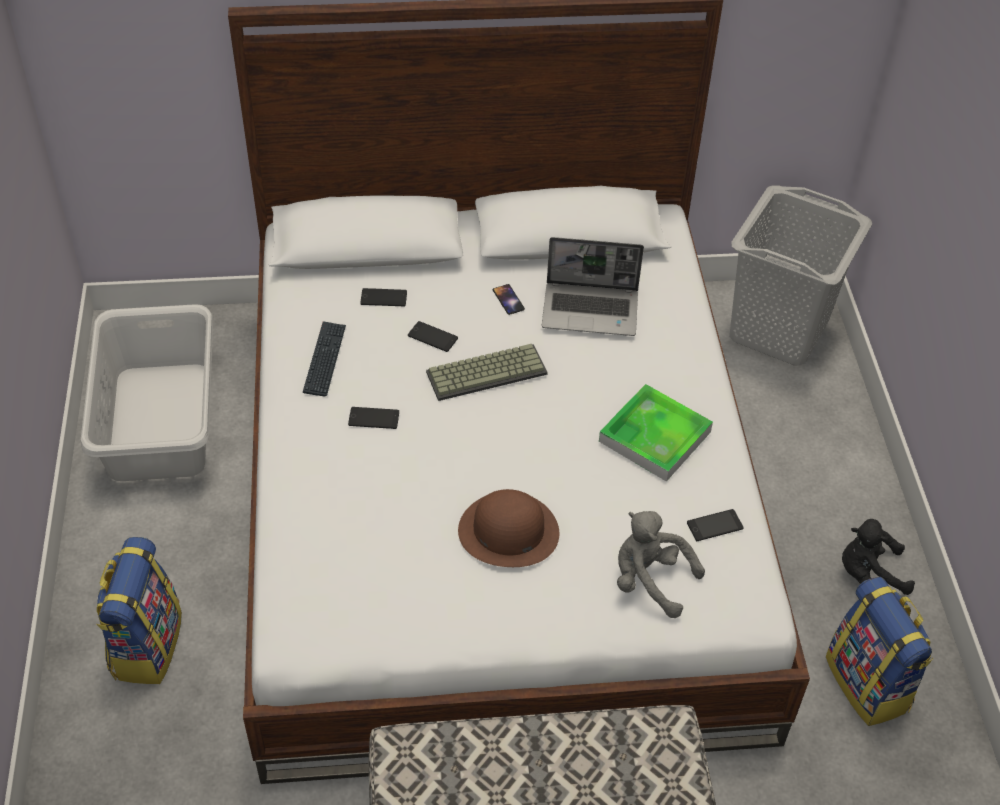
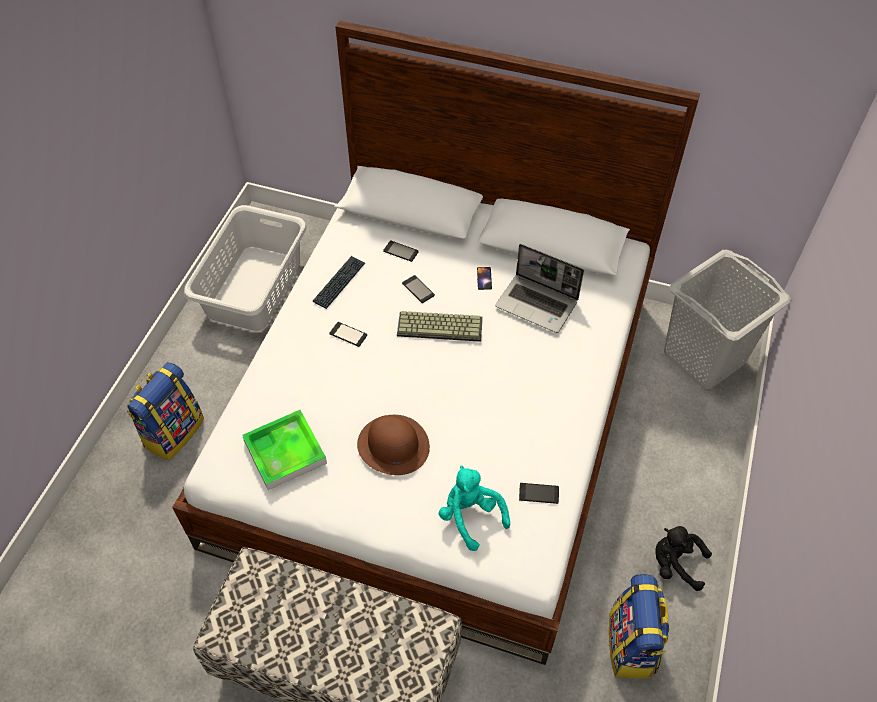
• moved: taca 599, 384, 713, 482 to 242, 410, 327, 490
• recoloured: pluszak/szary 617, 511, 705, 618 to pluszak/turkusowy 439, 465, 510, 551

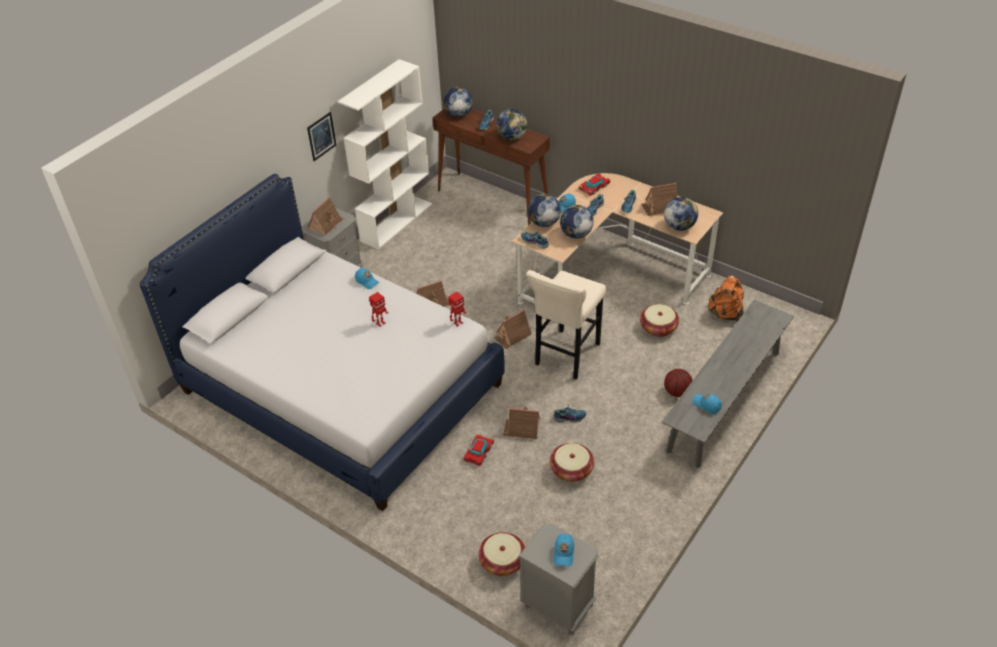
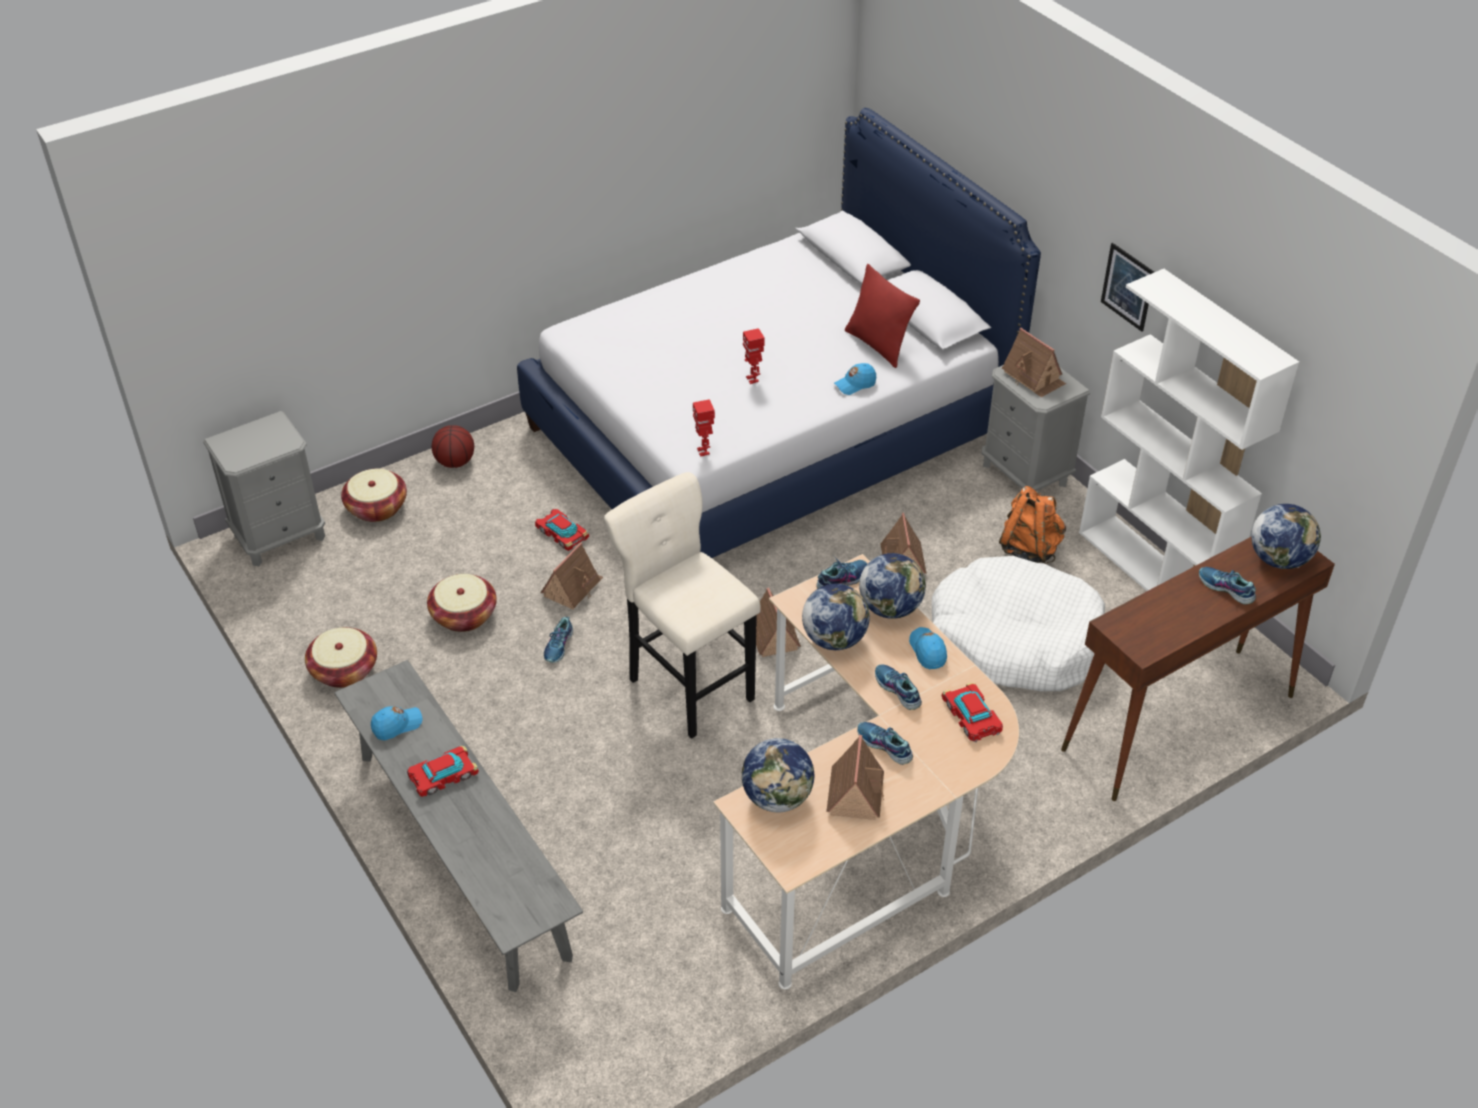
• removed: globus 496, 109, 527, 140
• moved: plecak/pomarańczowy 708, 276, 744, 322 to 999, 486, 1066, 564
• moved: koszyk 640, 304, 679, 337 to 305, 627, 377, 688
• moved: piłka do koszykówki 664, 369, 693, 397 to 432, 425, 474, 468
• removed: czapka z daszkiem/niebieski 554, 534, 574, 566
• added: poduszka/czerwony 845, 264, 920, 368
• added: legowisko/biały 932, 556, 1105, 691
• added: samochodzik 407, 746, 479, 797

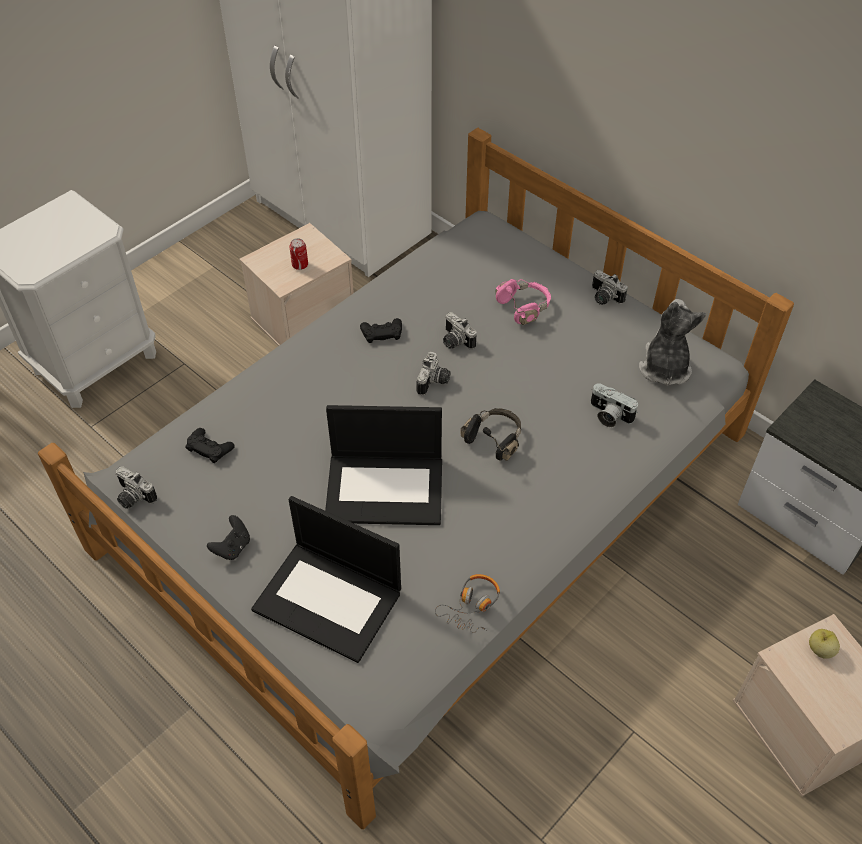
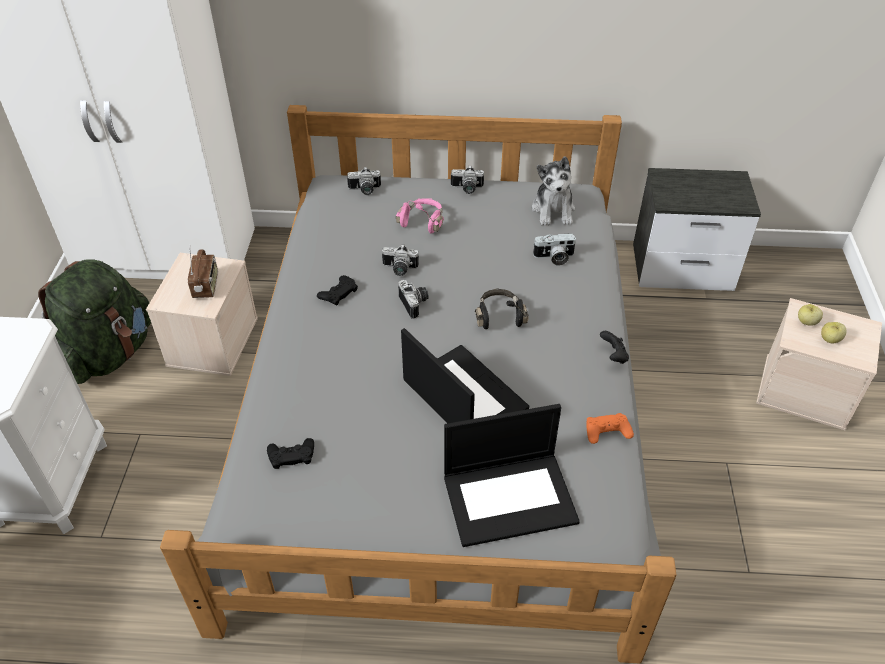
• replaced: puszka 290, 238, 308, 270 to radio 188, 249, 218, 298
• turned: pluszak 639, 299, 706, 386 = 532, 156, 575, 226 150 degrees counterclockwise
• turned: laptop 325, 405, 442, 525 = 401, 328, 529, 423 90 degrees counterclockwise
• moved: aparat fotograficzny 116, 466, 157, 509 to 347, 167, 381, 195
• moved: pad do gier/czarny 207, 515, 250, 560 to 600, 331, 629, 364
• replaced: słuchawki 435, 574, 500, 633 to pad do gier/pomarańczowy 586, 413, 634, 444
• added: plecak/zielony 38, 259, 151, 384
• added: jabłko 821, 322, 846, 343

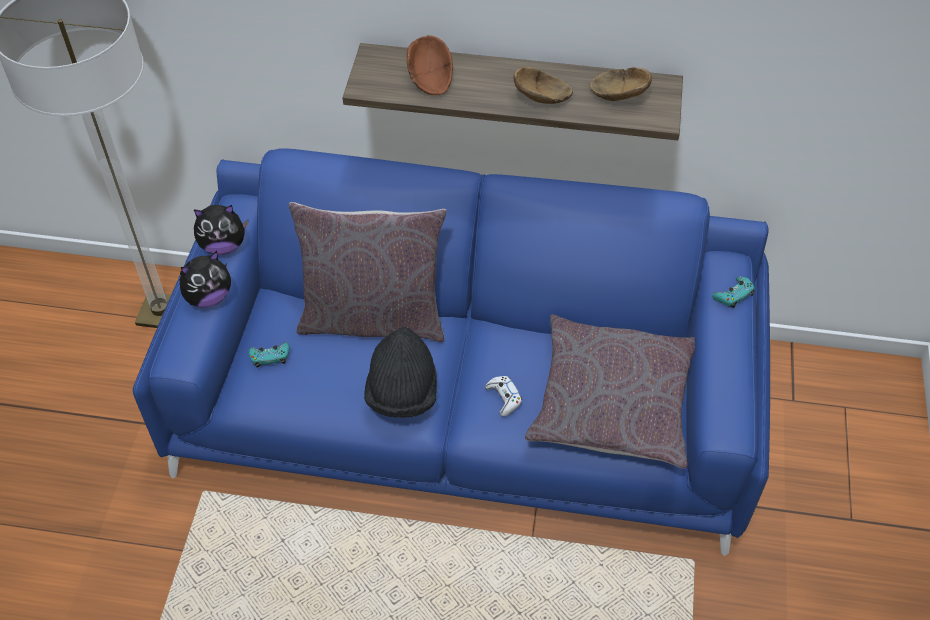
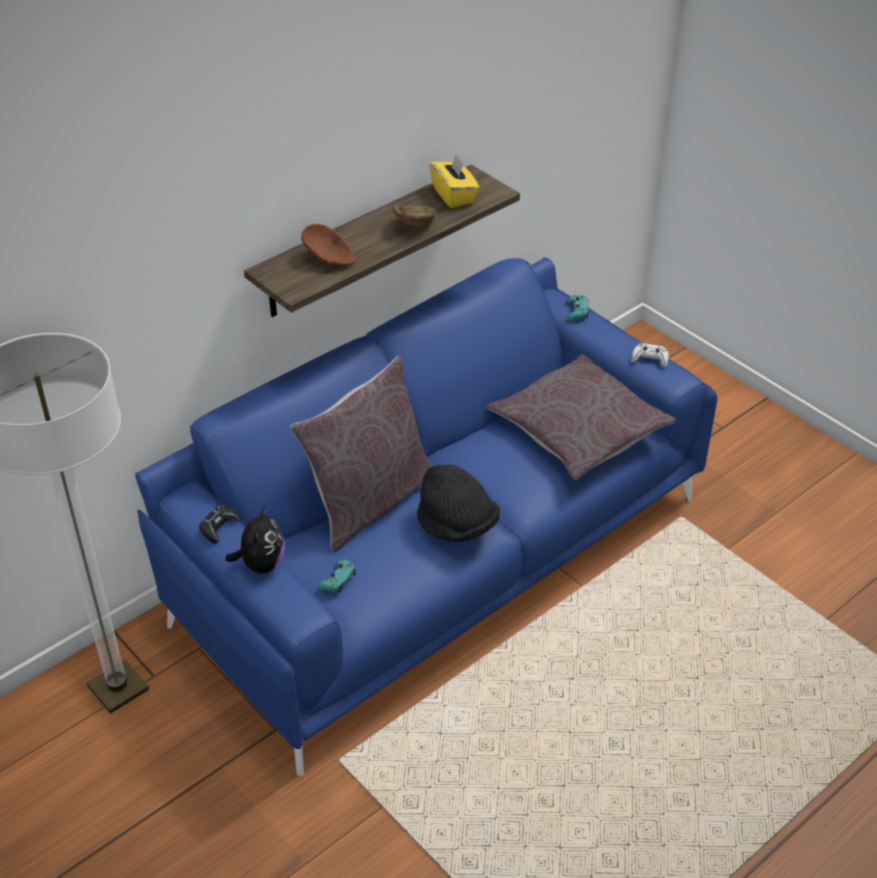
• replaced: miska/brązowy 589, 67, 652, 101 to pudełko chusteczek/żółty 429, 154, 479, 208
• replaced: pluszak 193, 205, 248, 255 to pad do gier/czarny 199, 506, 239, 544
• moved: pad do gier/biały 485, 376, 522, 417 to 631, 343, 669, 368

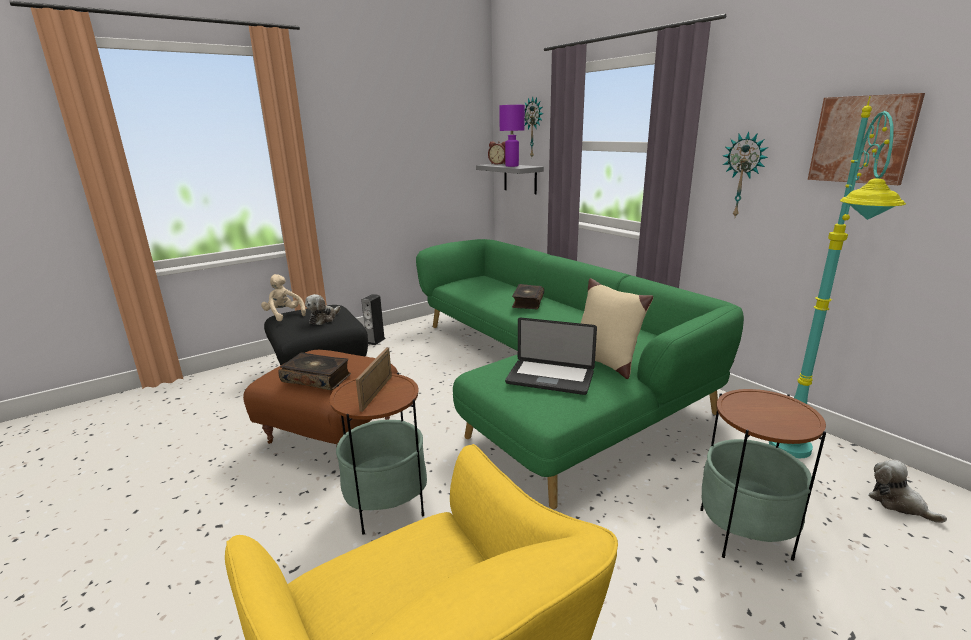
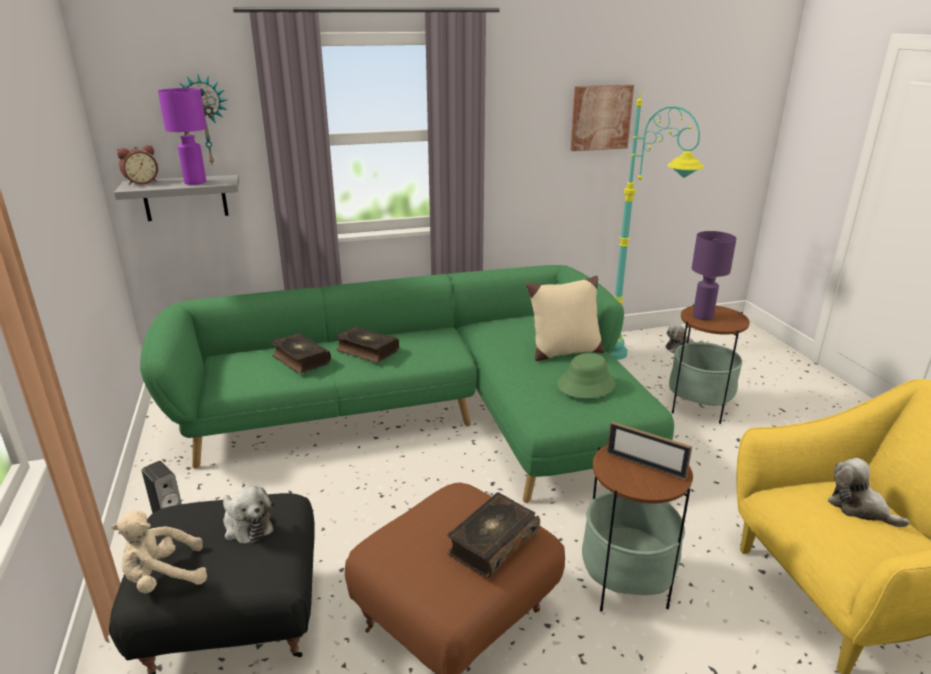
• removed: zegar ścienny 723, 131, 768, 217
• replaced: laptop 505, 318, 597, 395 to kapelusz/zielony 557, 353, 616, 398
• added: lampa stołowa/fioletowy 692, 231, 737, 320
• added: książka 271, 333, 331, 374
• added: pluszak 828, 458, 910, 527

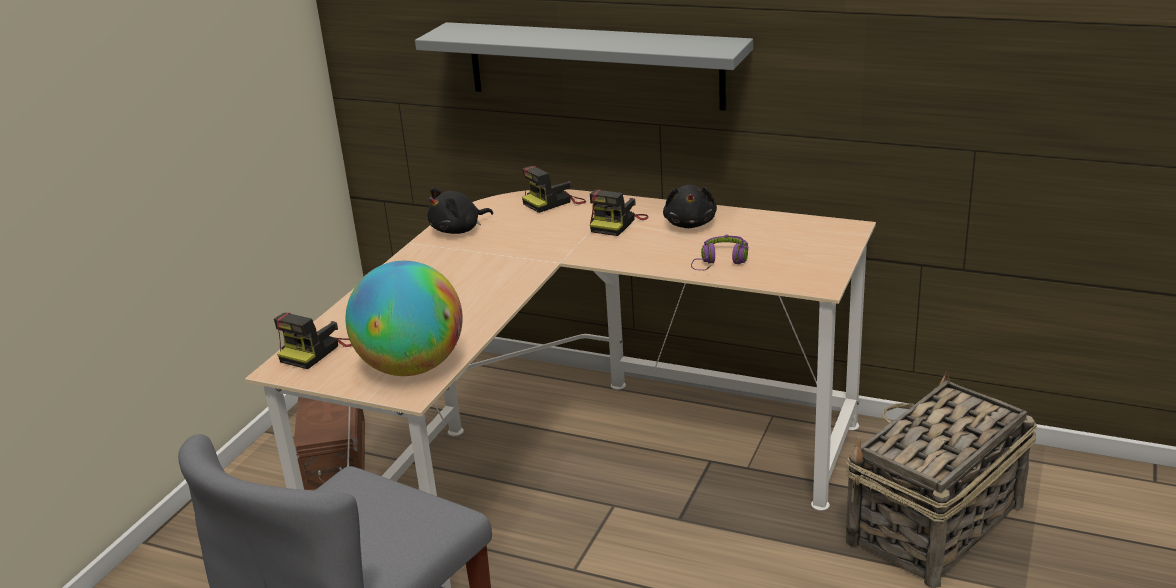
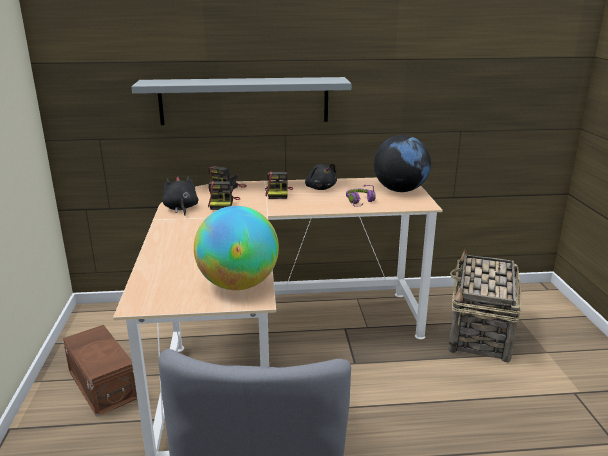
• turned: pluszak/czarny 427, 188, 493, 234 = 162, 176, 198, 216 135 degrees clockwise
• moved: aparat fotograficzny 274, 313, 352, 369 to 208, 181, 240, 210
• added: globus 374, 135, 431, 192

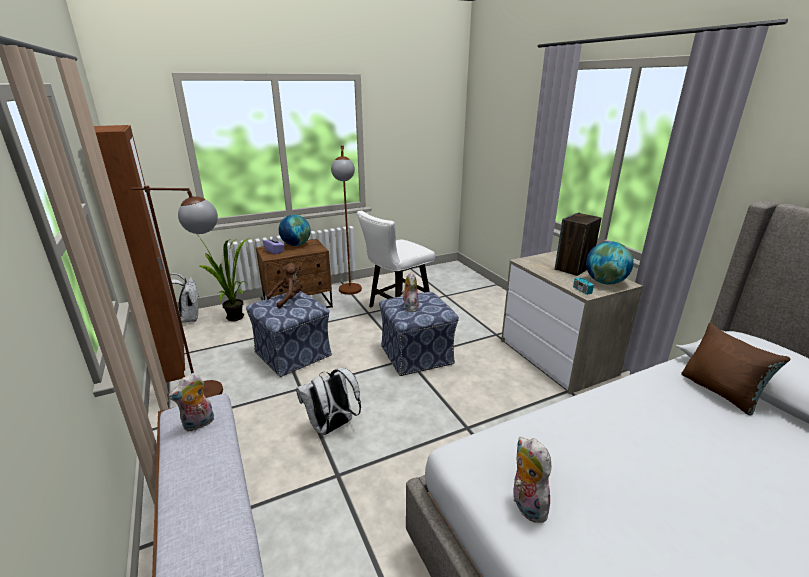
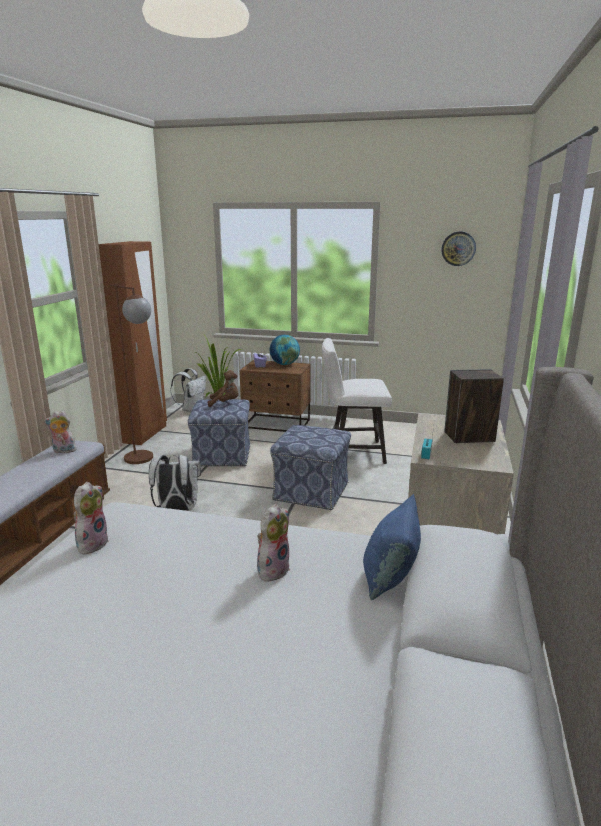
• removed: lampa stojąca/brązowy 331, 145, 362, 295
• removed: globus 586, 241, 633, 284
• moved: pluszak 401, 271, 419, 312 to 257, 504, 290, 582
• recoloured: poduszka/brązowy 681, 323, 791, 416 to poduszka/niebieski 363, 494, 421, 600
• added: zegar ścienny 442, 231, 476, 266

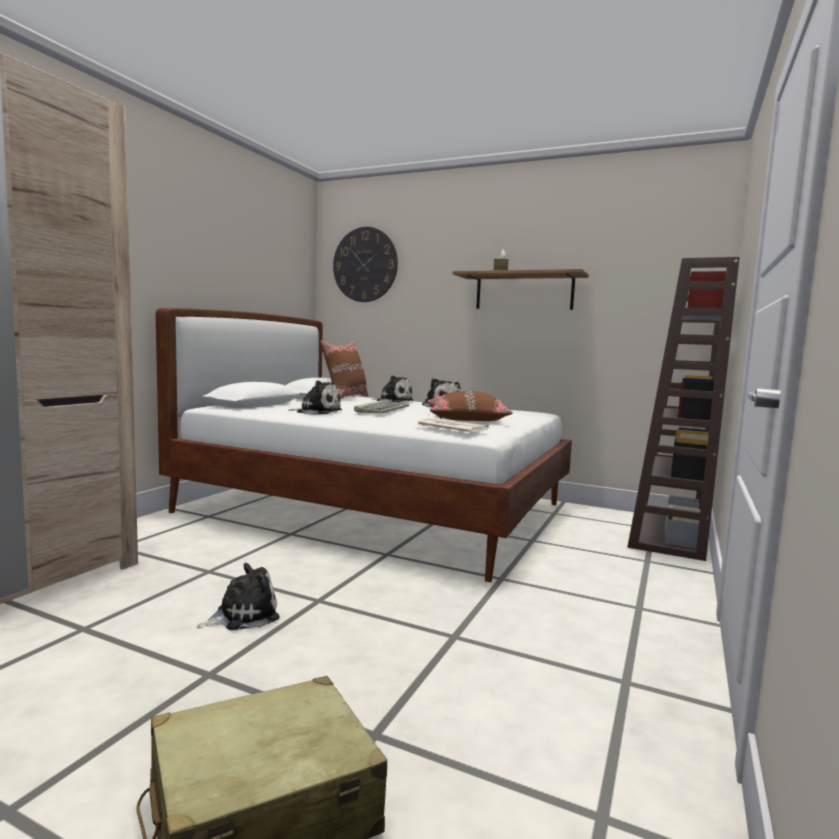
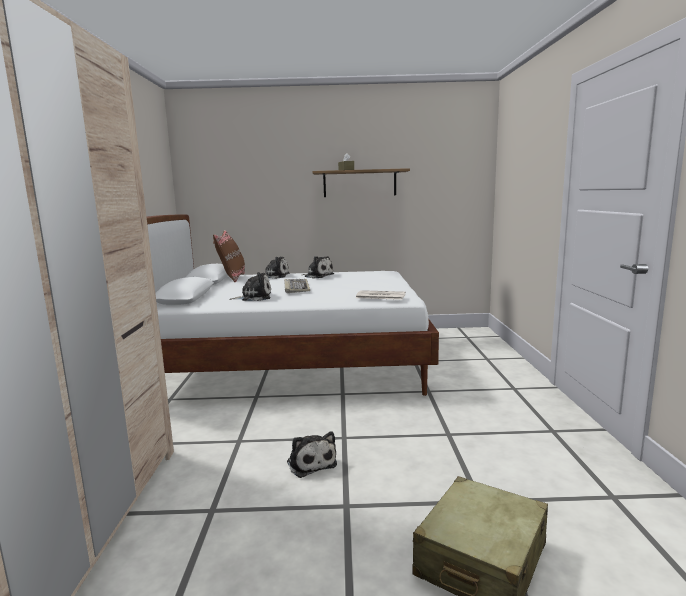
• removed: zegar ścienny 333, 227, 398, 302
• removed: regał/brązowy 627, 257, 740, 561
• removed: poduszka/brązowy 427, 391, 513, 421
• turned: pluszak 196, 563, 280, 630 = 287, 431, 337, 478 120 degrees clockwise

